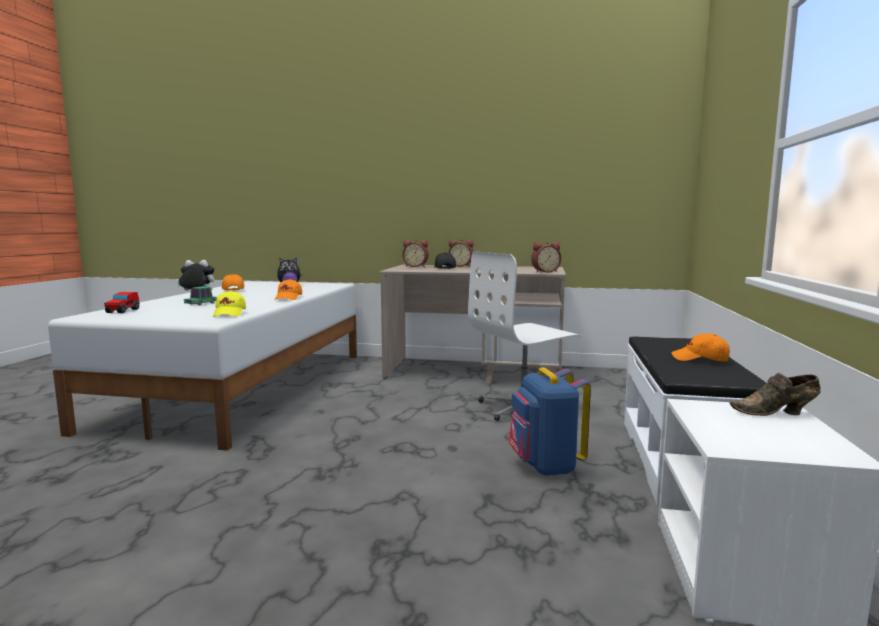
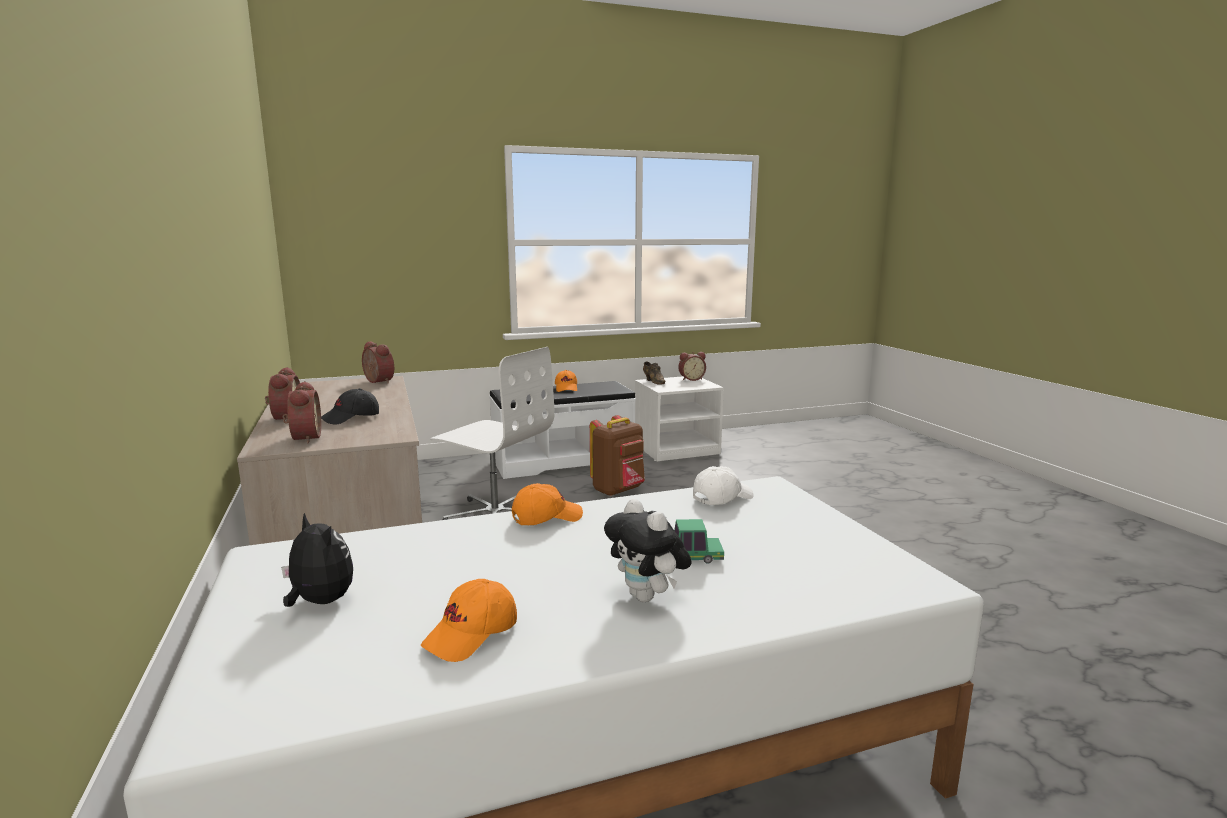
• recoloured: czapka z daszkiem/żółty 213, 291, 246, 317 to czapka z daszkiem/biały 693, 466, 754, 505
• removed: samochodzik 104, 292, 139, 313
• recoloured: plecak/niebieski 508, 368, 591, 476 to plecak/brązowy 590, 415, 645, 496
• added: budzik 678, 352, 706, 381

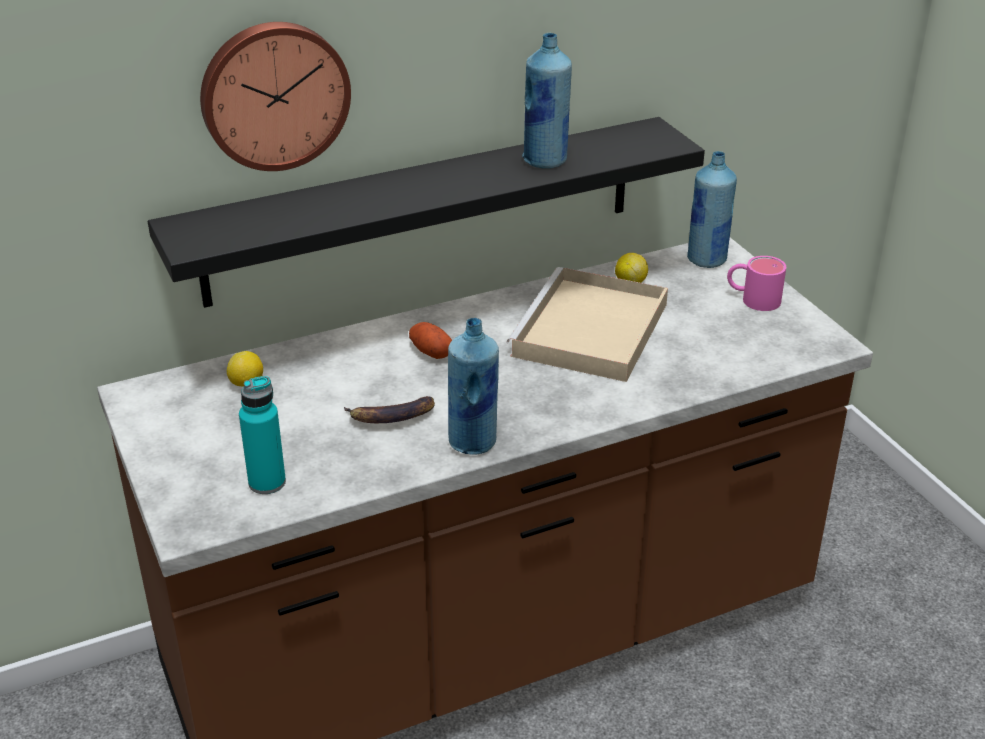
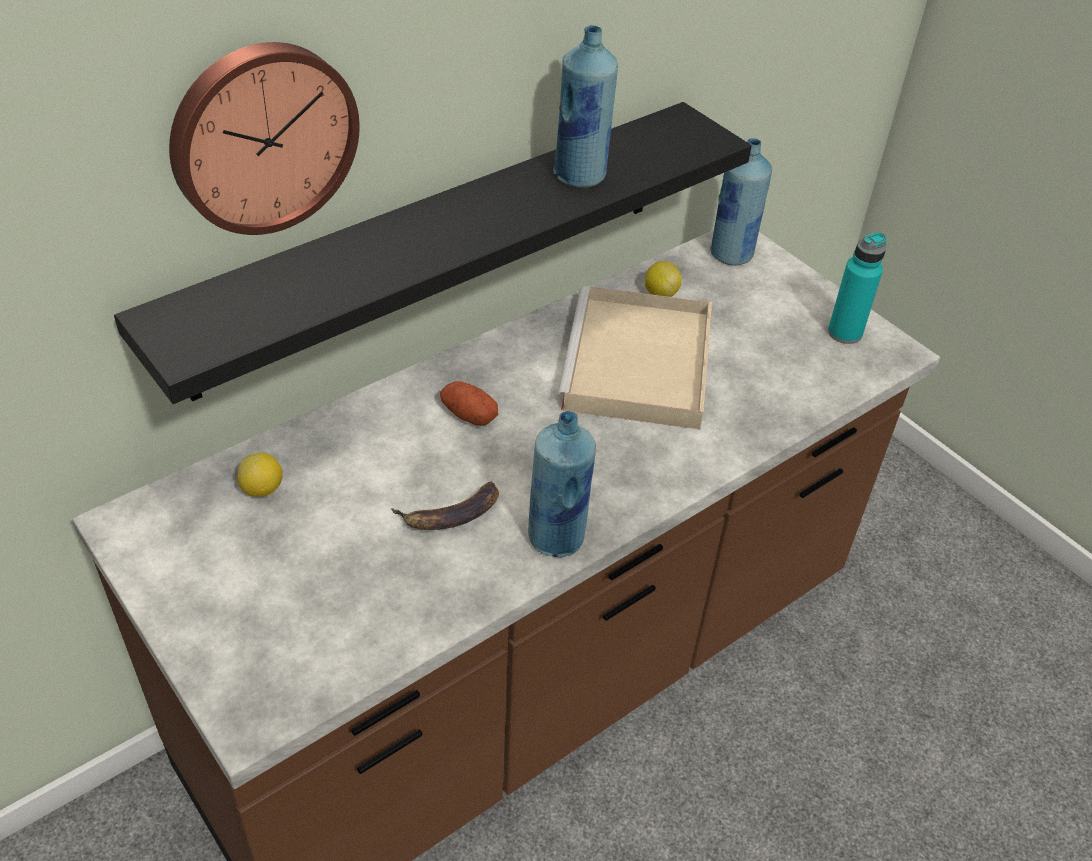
• removed: kubek/różowy 727, 256, 786, 311
• moved: butelka/turkusowy 239, 376, 286, 494 to 828, 232, 887, 344

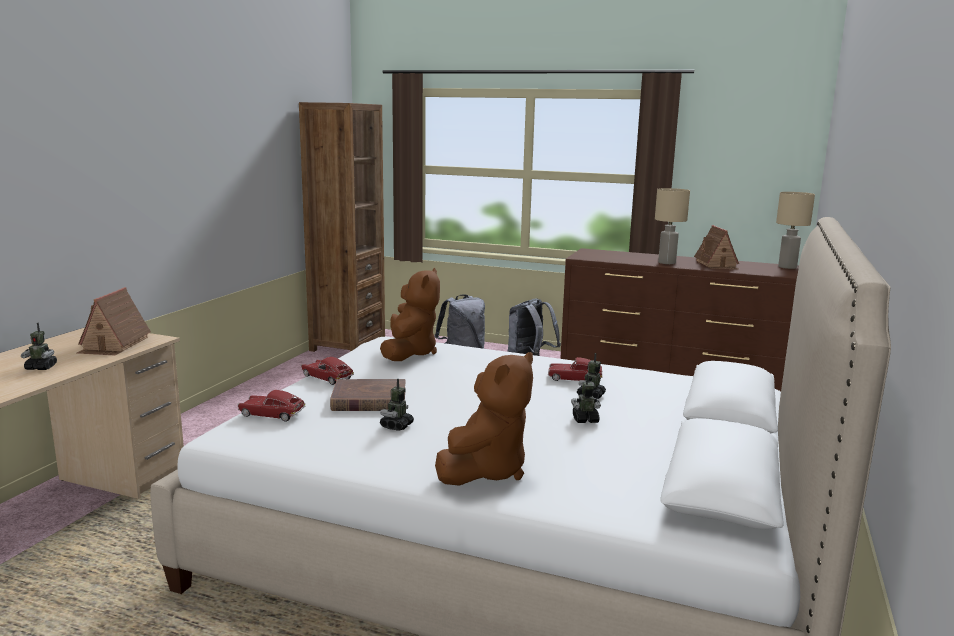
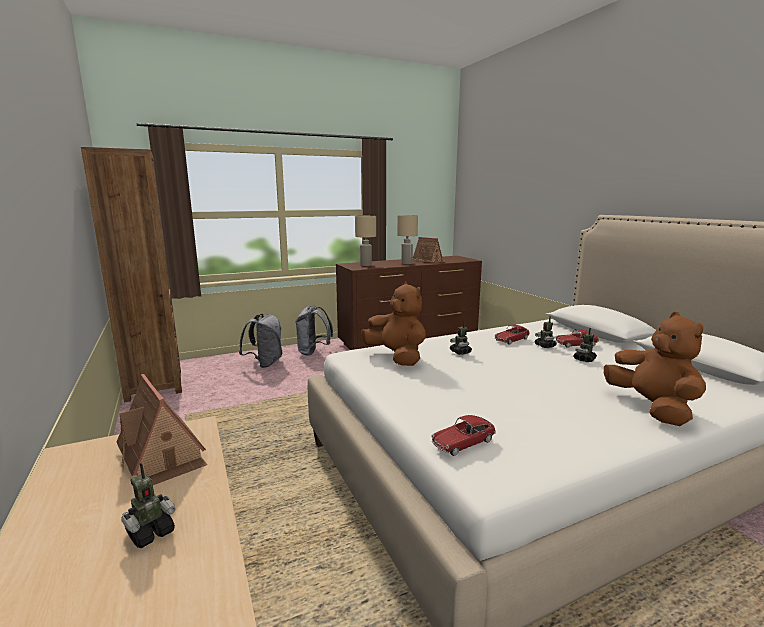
• moved: lampa stołowa/beżowy 776, 192, 815, 269 to 355, 216, 376, 266
• moved: samochodzik 301, 357, 354, 385 to 555, 329, 599, 348
• removed: książka/brązowy 330, 379, 406, 411
• moved: robot zabawkowy 380, 379, 414, 431 to 450, 321, 472, 355

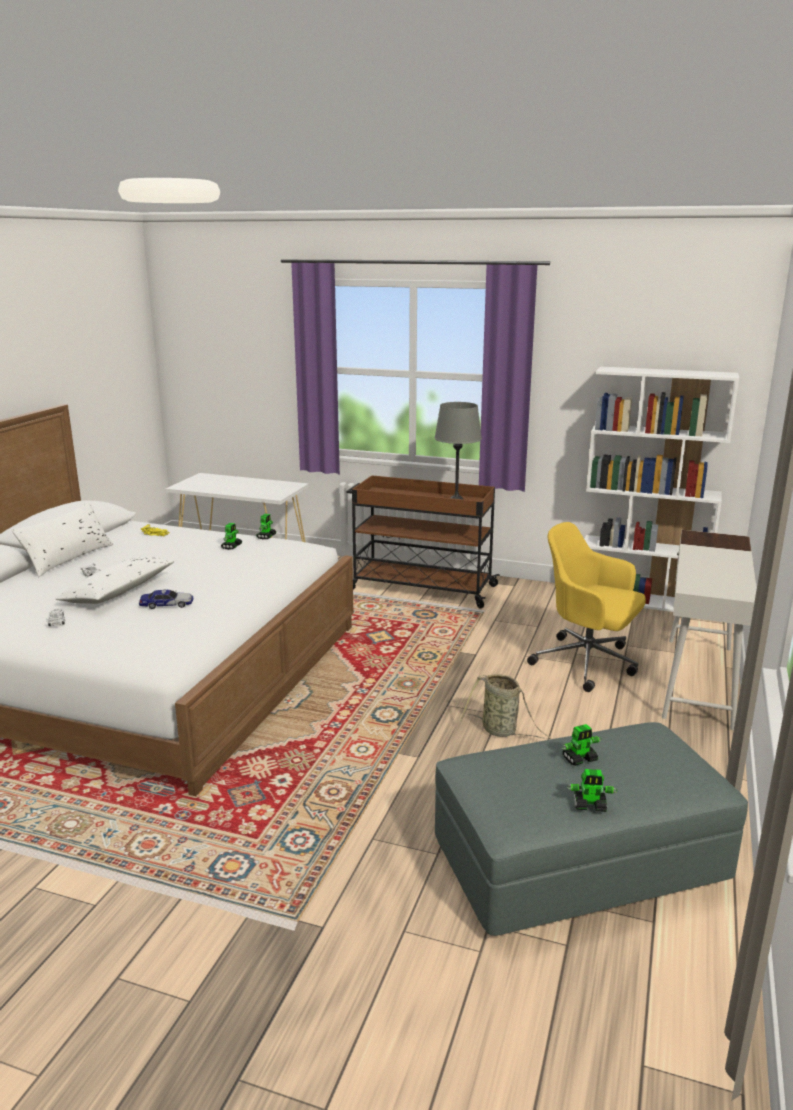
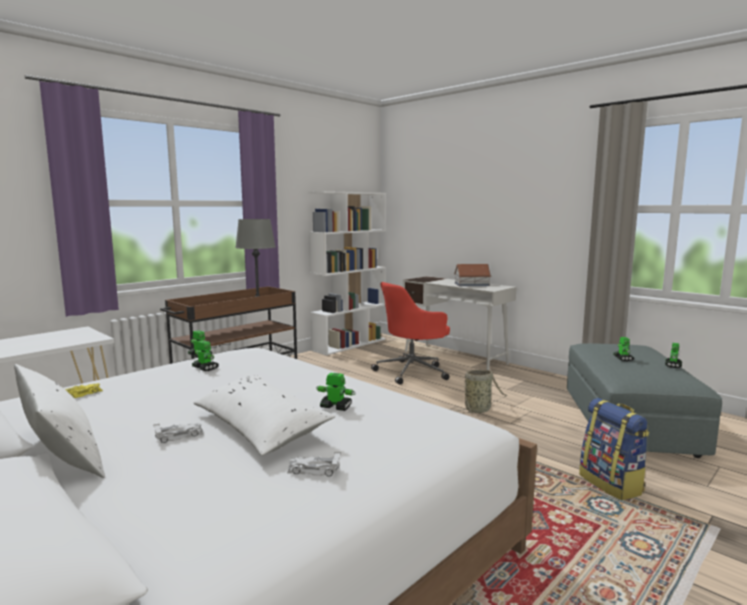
• recoloured: krzesło biurowe/żółty 527, 522, 646, 692 to krzesło biurowe/czerwony 371, 282, 450, 385
• replaced: samochodzik 139, 589, 193, 609 to robot zabawkowy 316, 373, 355, 411
• added: domek 454, 264, 491, 286
• added: plecak 579, 398, 649, 500

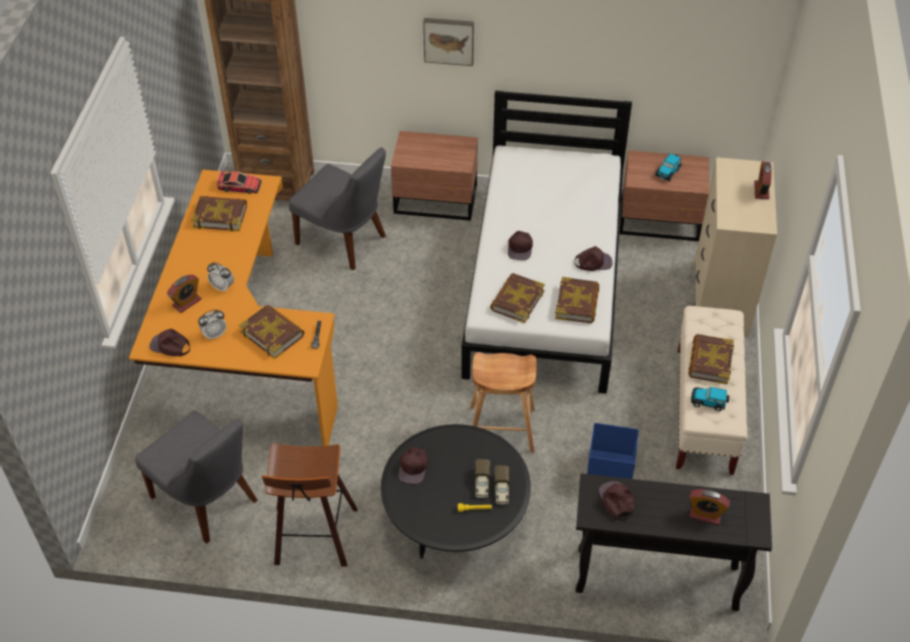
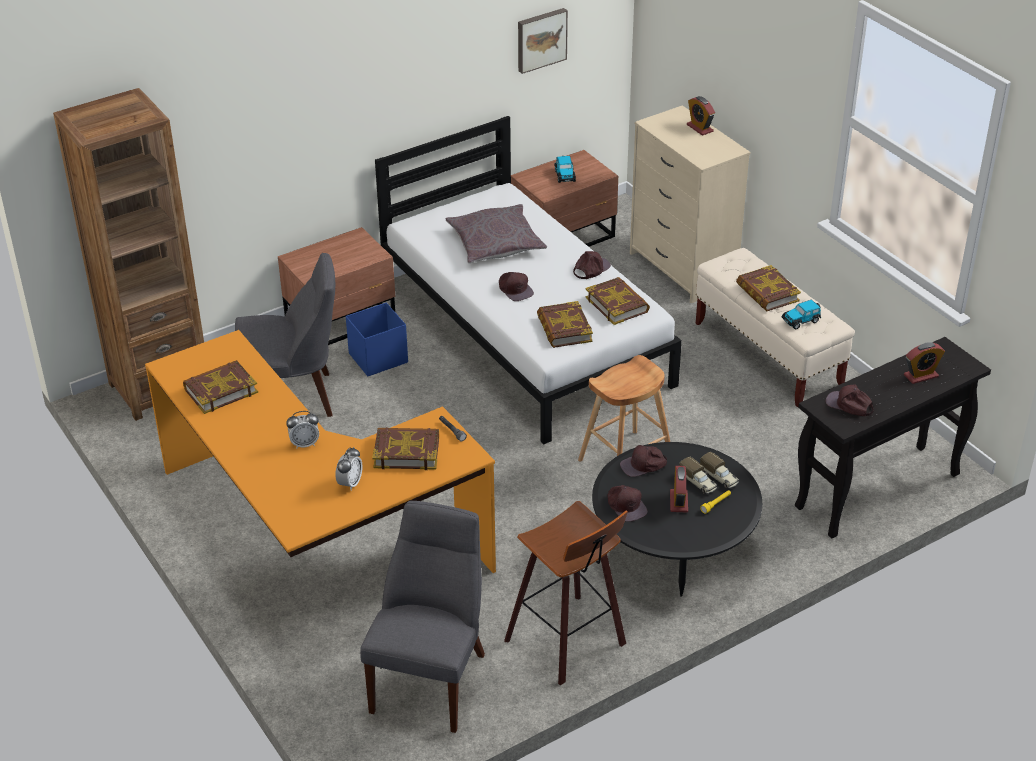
• moved: obraz 423, 18, 474, 66 to 518, 8, 568, 74
• removed: samochodzik 217, 171, 261, 194
• moved: budzik 167, 275, 201, 313 to 670, 466, 688, 512
• moved: czapka z daszkiem/brązowy 150, 329, 190, 356 to 620, 445, 667, 477
• turned: krzesło/szary 135, 410, 257, 544 = 360, 501, 485, 733 75 degrees counterclockwise
• moved: pojemnik do przechowywania/niebieski 587, 423, 639, 479 to 346, 303, 408, 376
• added: poduszka/szary 446, 204, 547, 263

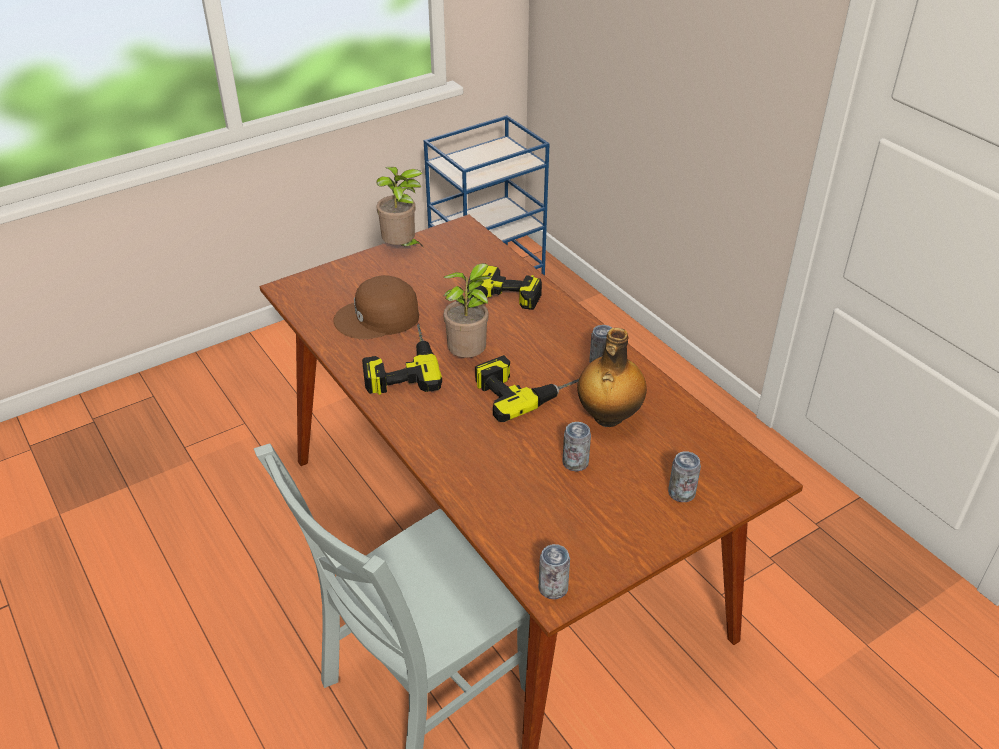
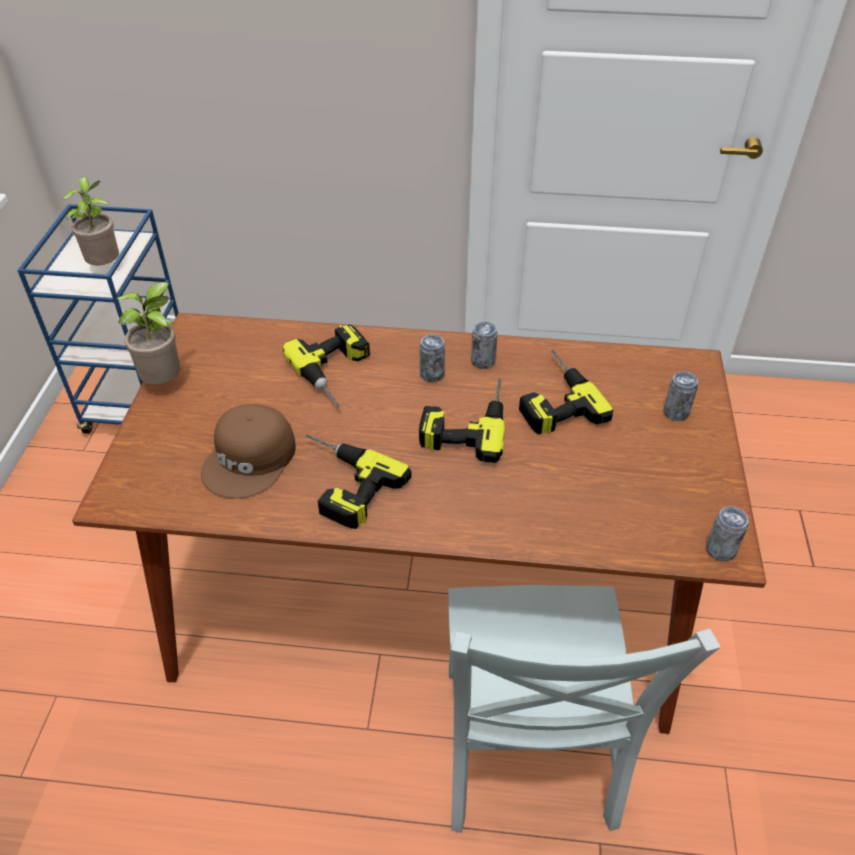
• moved: roślina doniczkowa 443, 263, 492, 358 to 62, 177, 119, 265
• replaced: butelka 577, 328, 647, 427 to wiertarka 519, 350, 613, 435
• moved: puszka 562, 422, 591, 471 to 420, 334, 445, 382

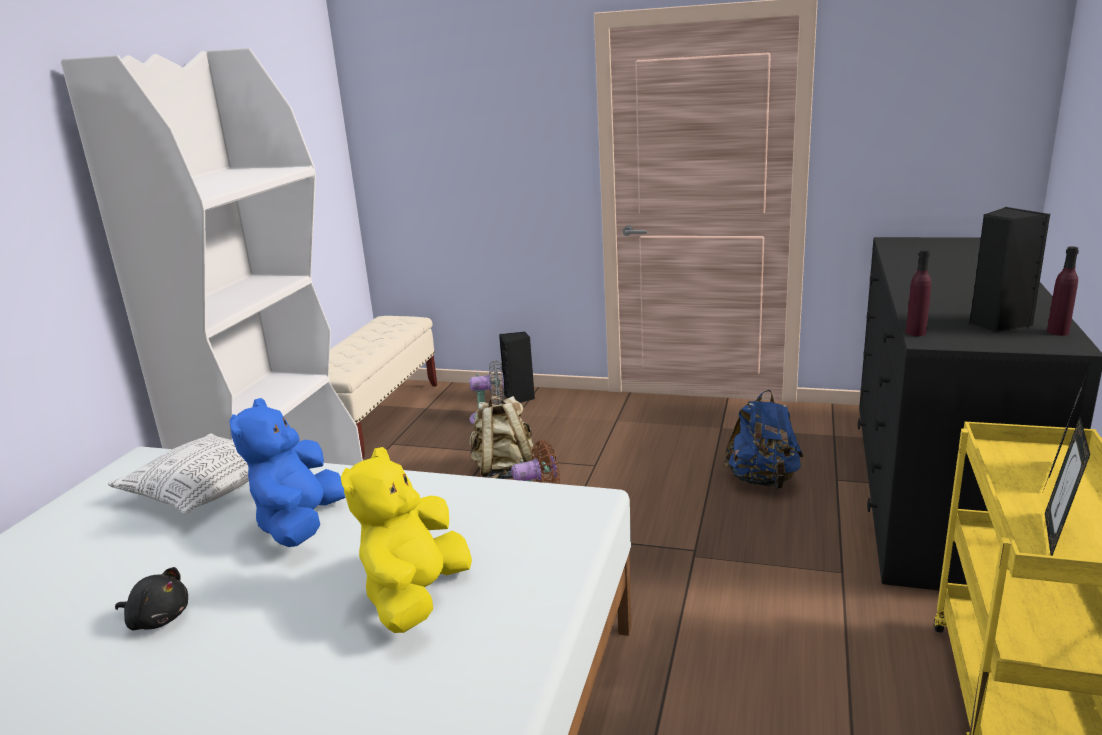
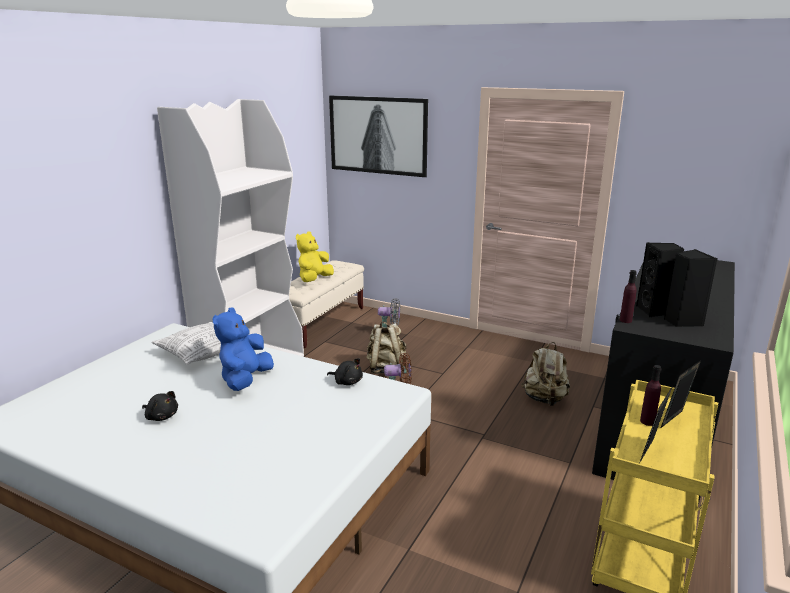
• moved: butelka/fioletowy 1047, 246, 1079, 336 to 640, 365, 661, 426
• moved: głośnik/czarny 499, 332, 535, 403 to 636, 242, 684, 317
• recoloured: plecak/niebieski 722, 390, 804, 489 to plecak/beżowy 521, 342, 571, 406
• moved: pluszak/żółty 341, 447, 472, 633 to 296, 232, 334, 282
• added: obraz 329, 96, 428, 177
• added: pluszak/czarny 327, 358, 363, 385

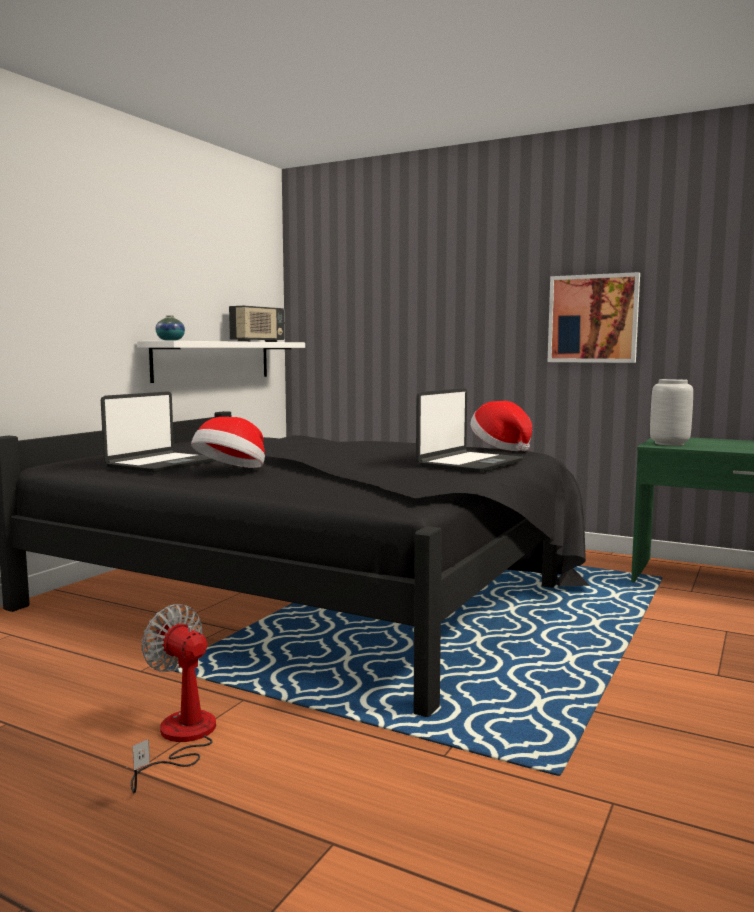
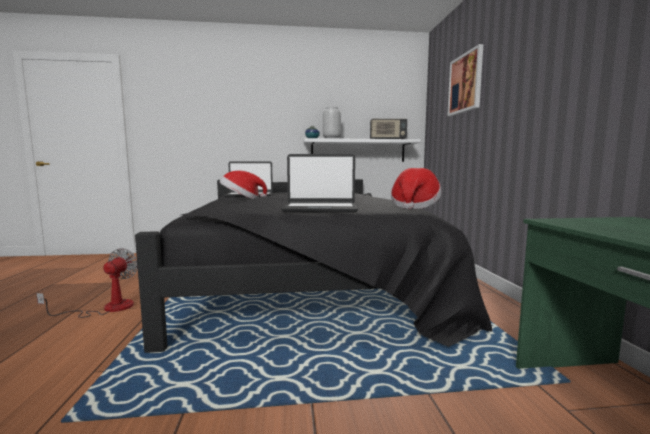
• moved: obraz 548, 272, 640, 363 to 447, 44, 483, 116
• moved: wazon/szary 650, 379, 693, 446 to 323, 107, 341, 139

